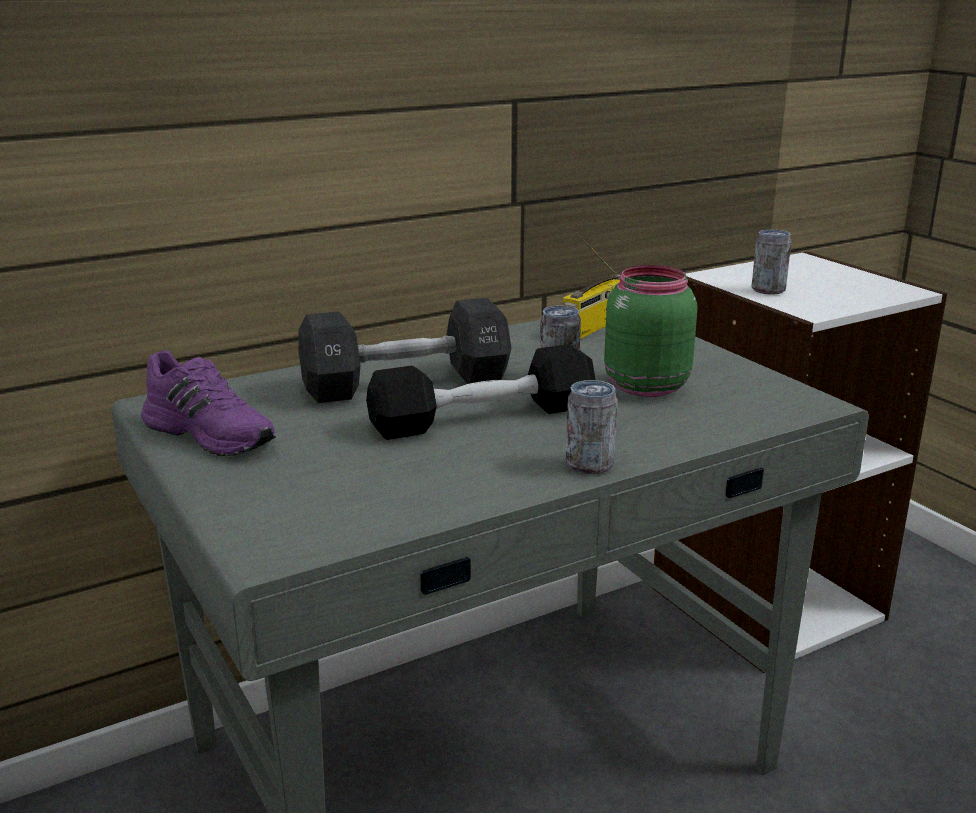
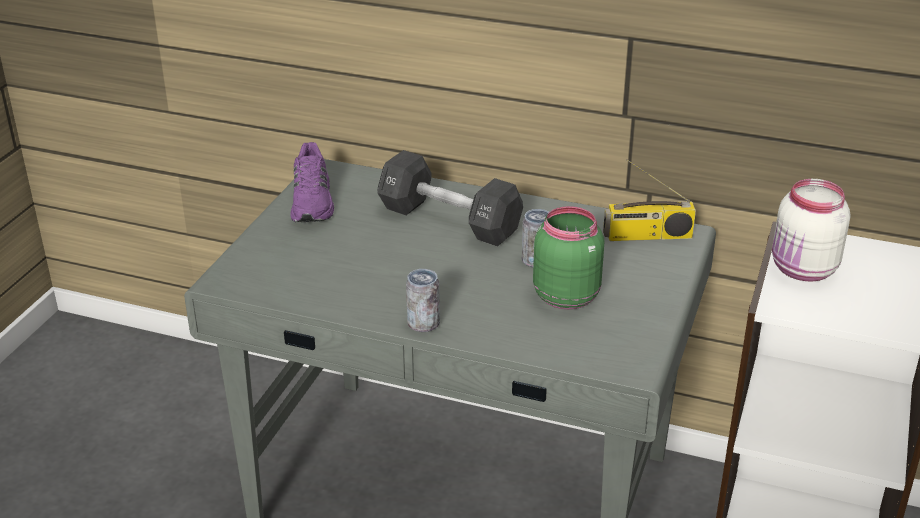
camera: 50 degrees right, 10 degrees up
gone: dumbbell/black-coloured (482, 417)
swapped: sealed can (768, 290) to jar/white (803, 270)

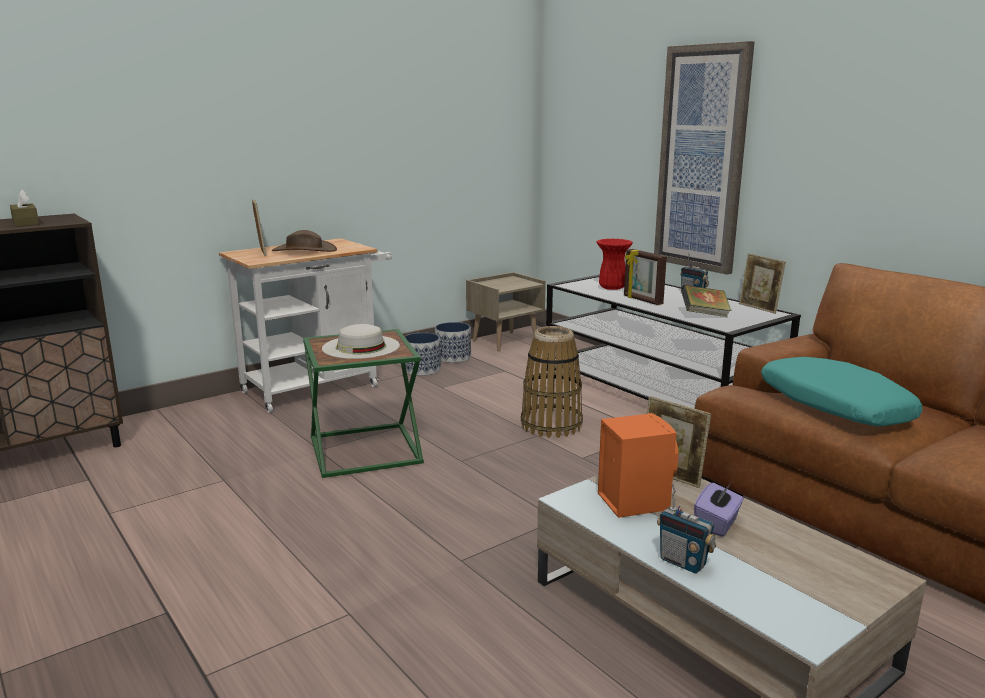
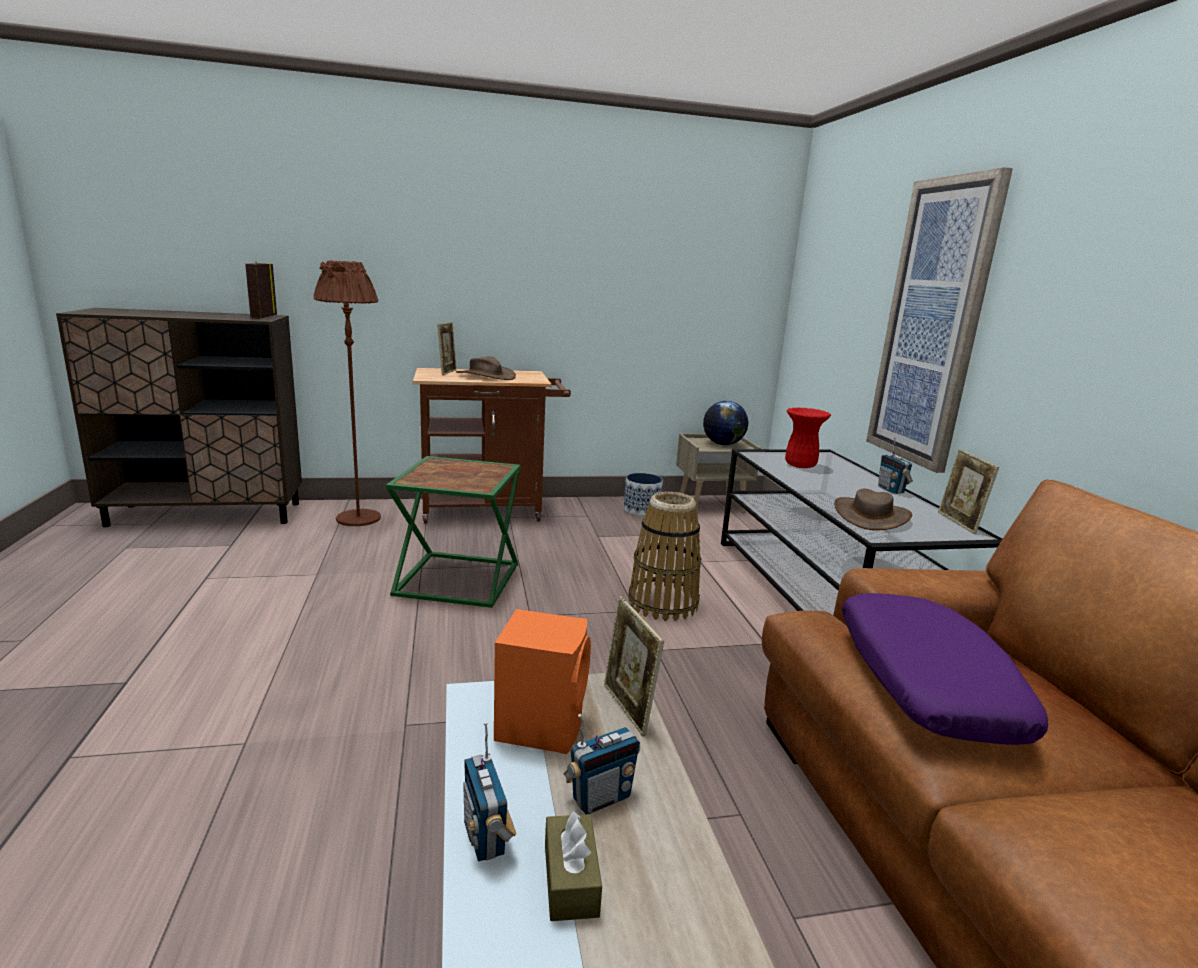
camera: 25 degrees right, 0 degrees up
gone: clothing hat/white (361, 347); plant pot (422, 370)
new: floor lamp/brown-coloured (358, 518); world globe (722, 444)
shifted: tissue box/brown-coloured (25, 223) to (570, 879); picture frame (642, 300) to (263, 317)
swapped: volume (704, 315) to clothing hat/brown-coloured (871, 516); tissue box/purplish (717, 524) to radio receiver (600, 798)
repainted: trolley/white (318, 387) to trolley/brown-coloured (490, 510); cushion/turquoise (833, 406) to cushion/purplish (923, 682)

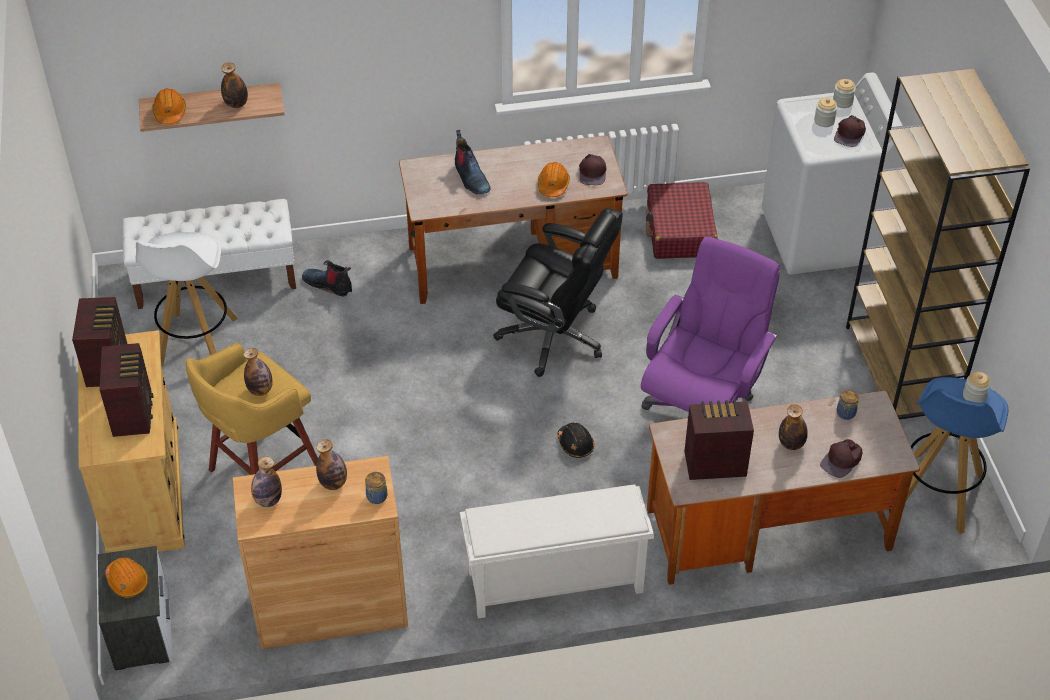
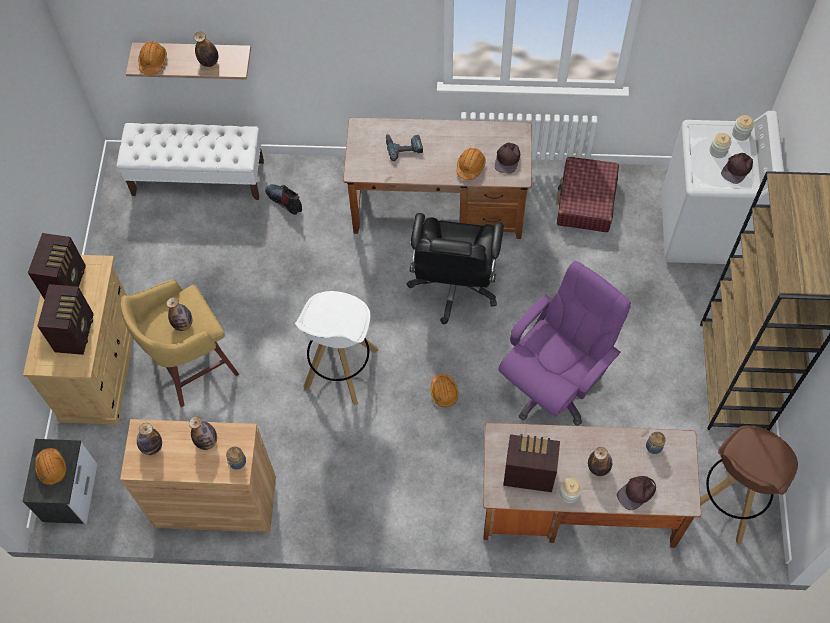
camera: 15 degrees right, 15 degrees up
gone: shoe rack/white (554, 583)
shifted: sitting stool/white (196, 343) to (340, 369); jar (974, 396) to (569, 494)
swapped: high-top boot (470, 178) to power drill (403, 146)
repainted: hard hat/black-coloured (575, 444) to hard hat/orange-coloured (444, 392); sitting stool/blue-coloured (937, 493) to sitting stool/brown-coloured (730, 501)
rotated: office chair/black-coloured (555, 337) = (454, 286) 60 degrees clockwise

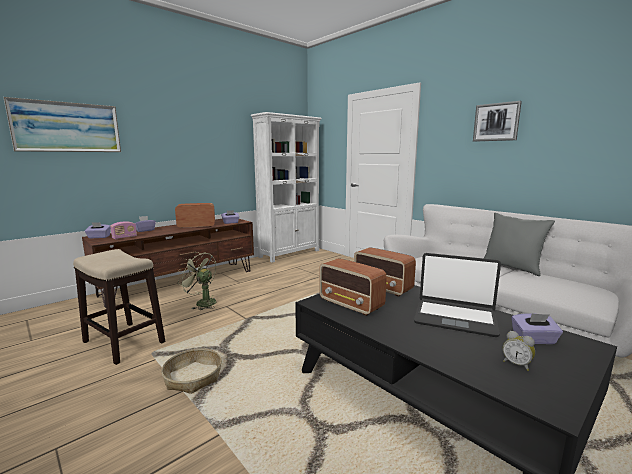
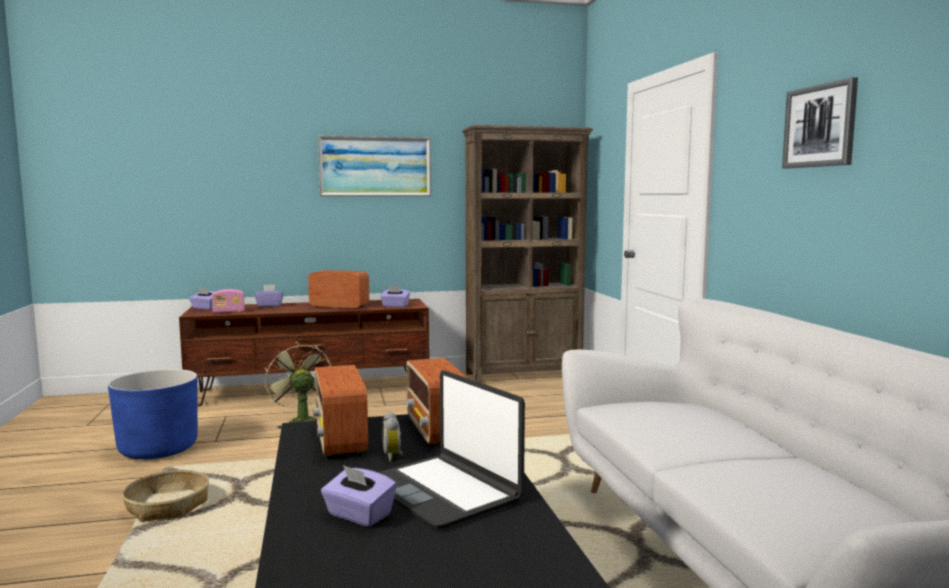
camera: 30 degrees right, 5 degrees down
gone: cushion/greyish (512, 267)
shifted: picture (67, 127) to (375, 166); bedside clock (516, 364) to (393, 456); tissue box/purplish (534, 339) to (359, 515)
swapped: sitting stool (124, 342) to plant pot/blue-coloured (158, 449)
repainted: bookshelf/white (290, 253) to bookshelf/brown-coloured (524, 375)

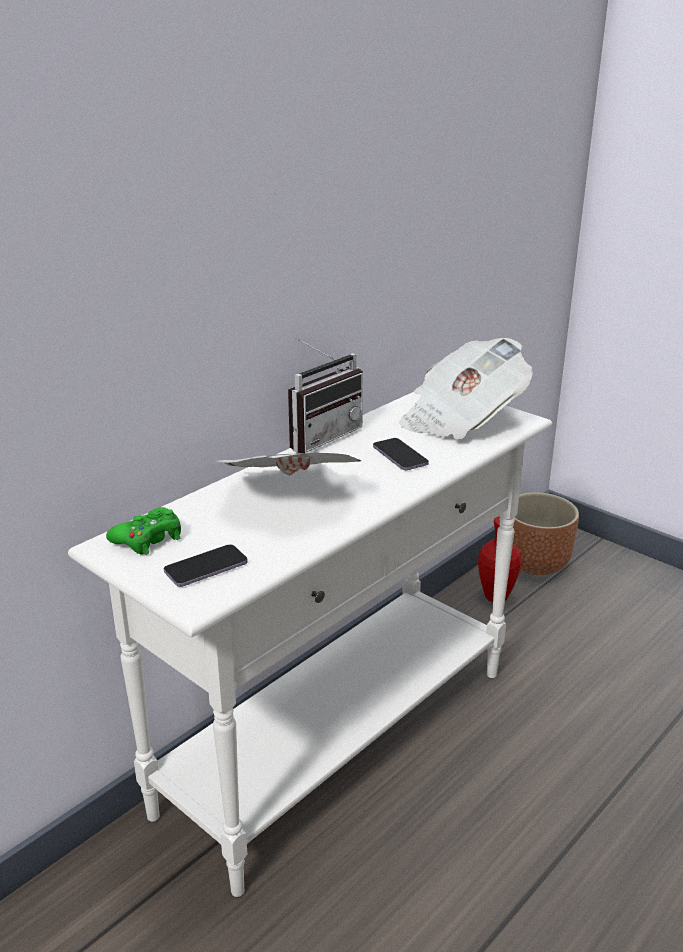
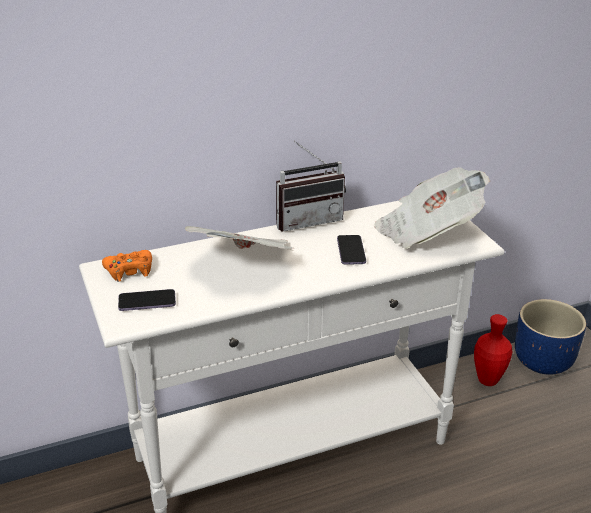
camera: 25 degrees right, 5 degrees up
repainted: joypad/green (148, 539) to joypad/orange-coloured (129, 270); plant pot/brown-coloured (535, 564) to plant pot/blue-coloured (542, 362)

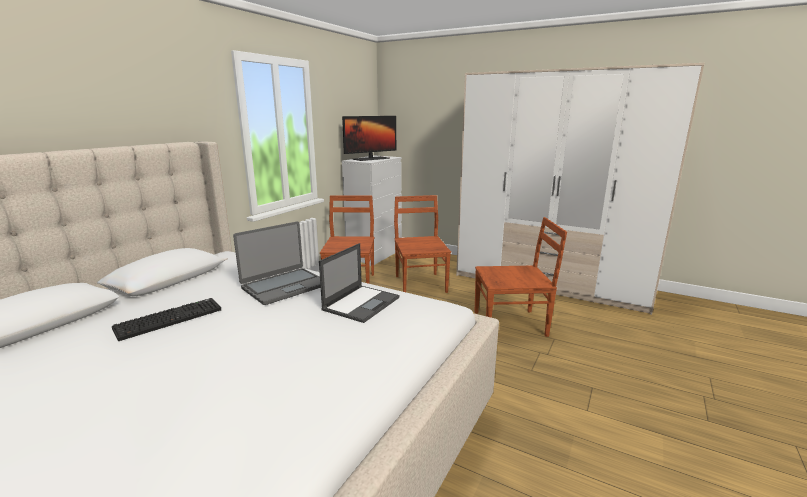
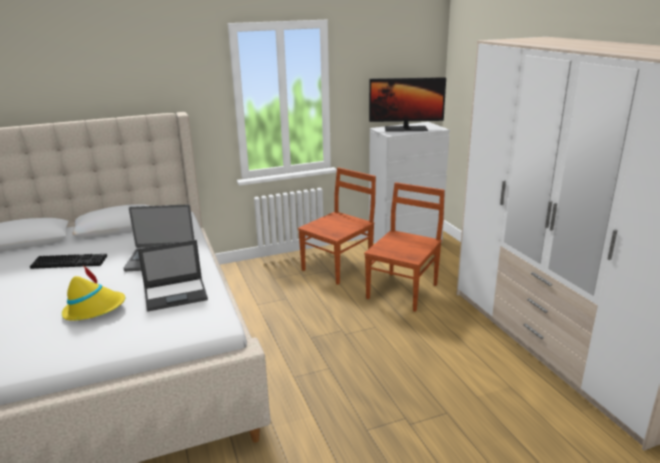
camera: 40 degrees right, 5 degrees up
gone: chair/brown-coloured (511, 323)
new: clothing hat/yellow (95, 309)

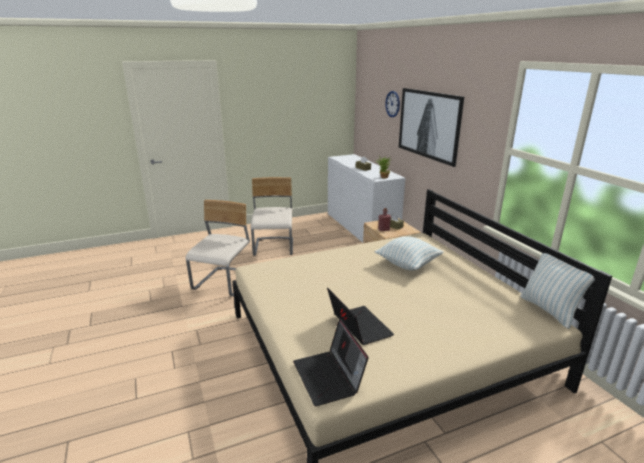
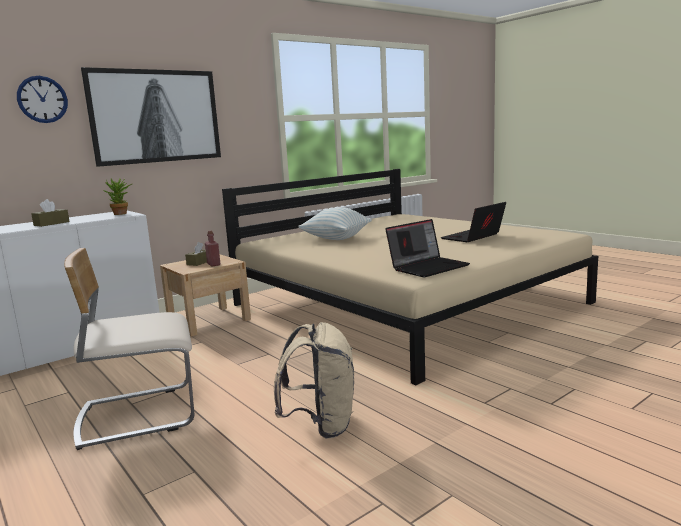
camera: 105 degrees left, 10 degrees down
gone: cushion (549, 310)
shifted: portable computer (329, 377) to (428, 267)
swapped: chair/sand-coloured (224, 283) to backpack/sand-coloured (321, 425)

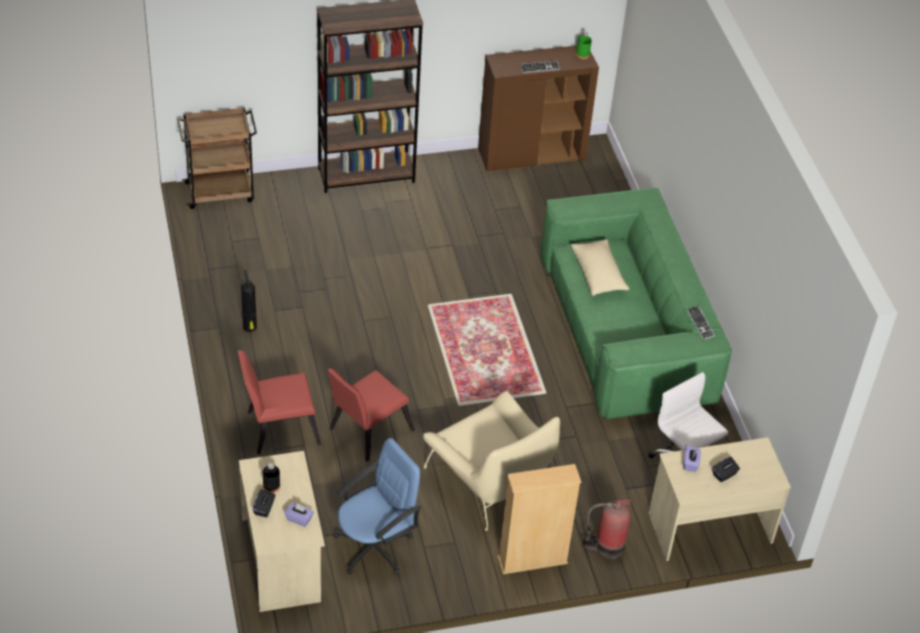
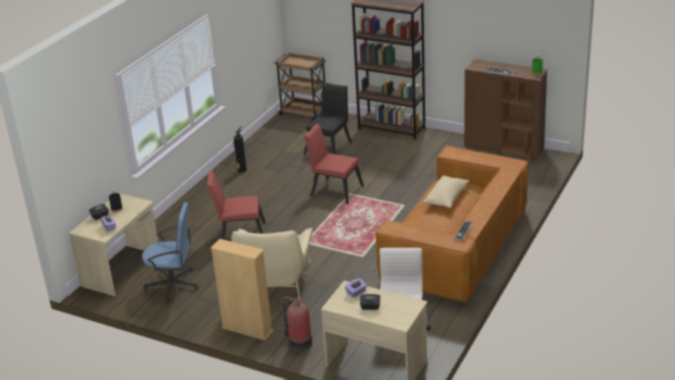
camera: 45 degrees right, 15 degrees down
new: chair/black-coloured (330, 147)
shifted: chair/red-coloured (278, 428) to (334, 190)
repainted: couch/green (626, 329) to couch/brown-coloured (455, 246)

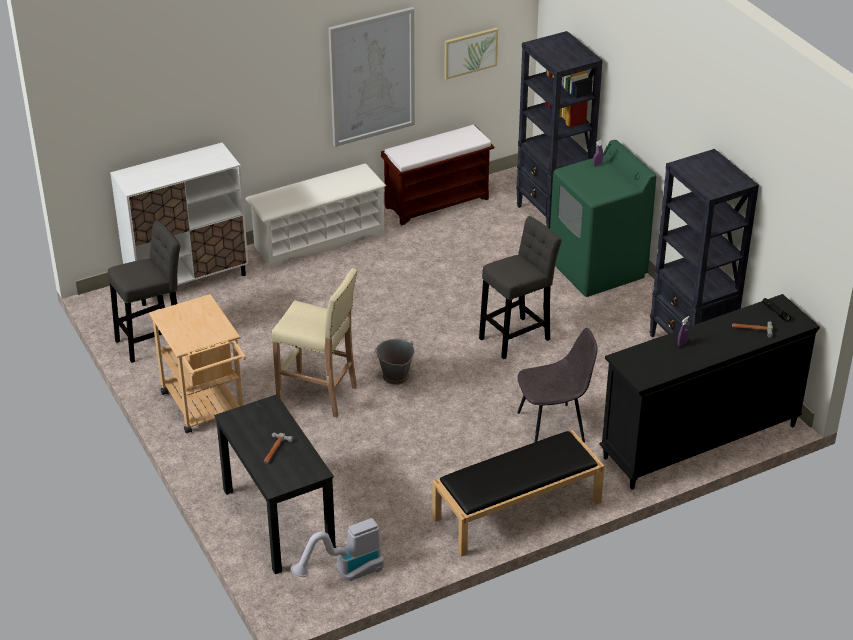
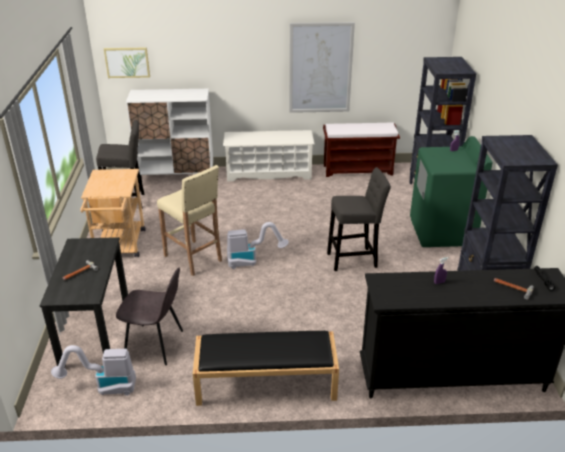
camera: 25 degrees right, 5 degrees down
shifted: picture (470, 52) to (127, 62); chair/greyish (553, 427) to (155, 345)
swapped: pail/greyish (395, 376) to hoover (252, 261)

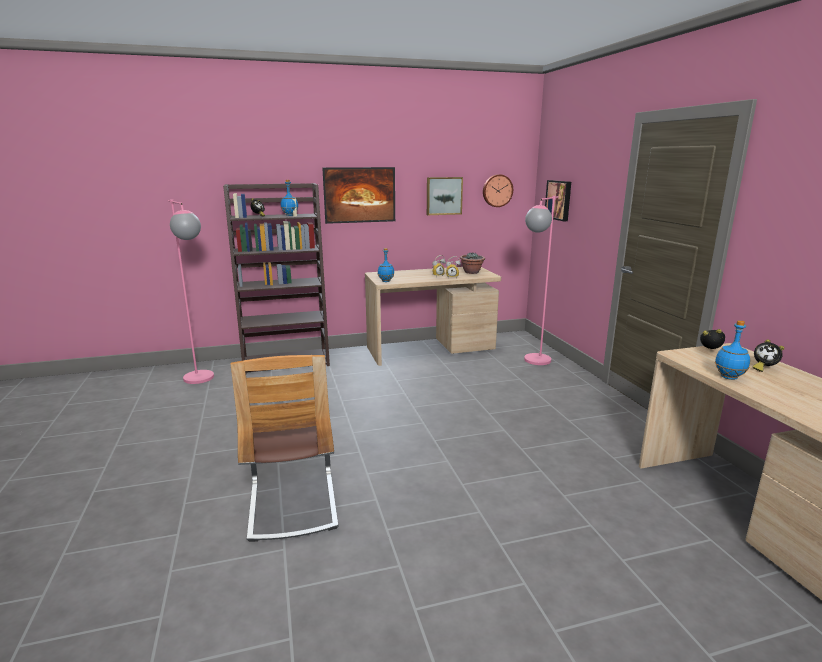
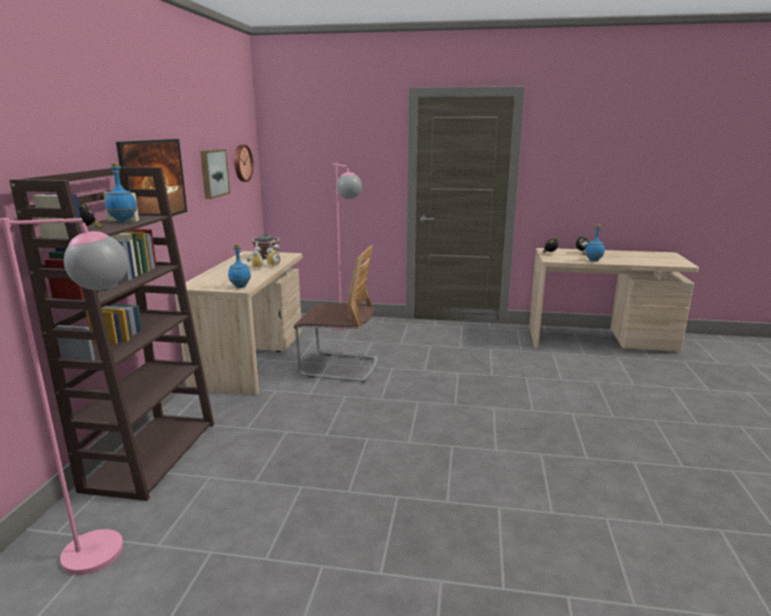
camera: 65 degrees left, 0 degrees up
gone: picture (559, 200)
shifted: chair (292, 504) to (339, 367)

